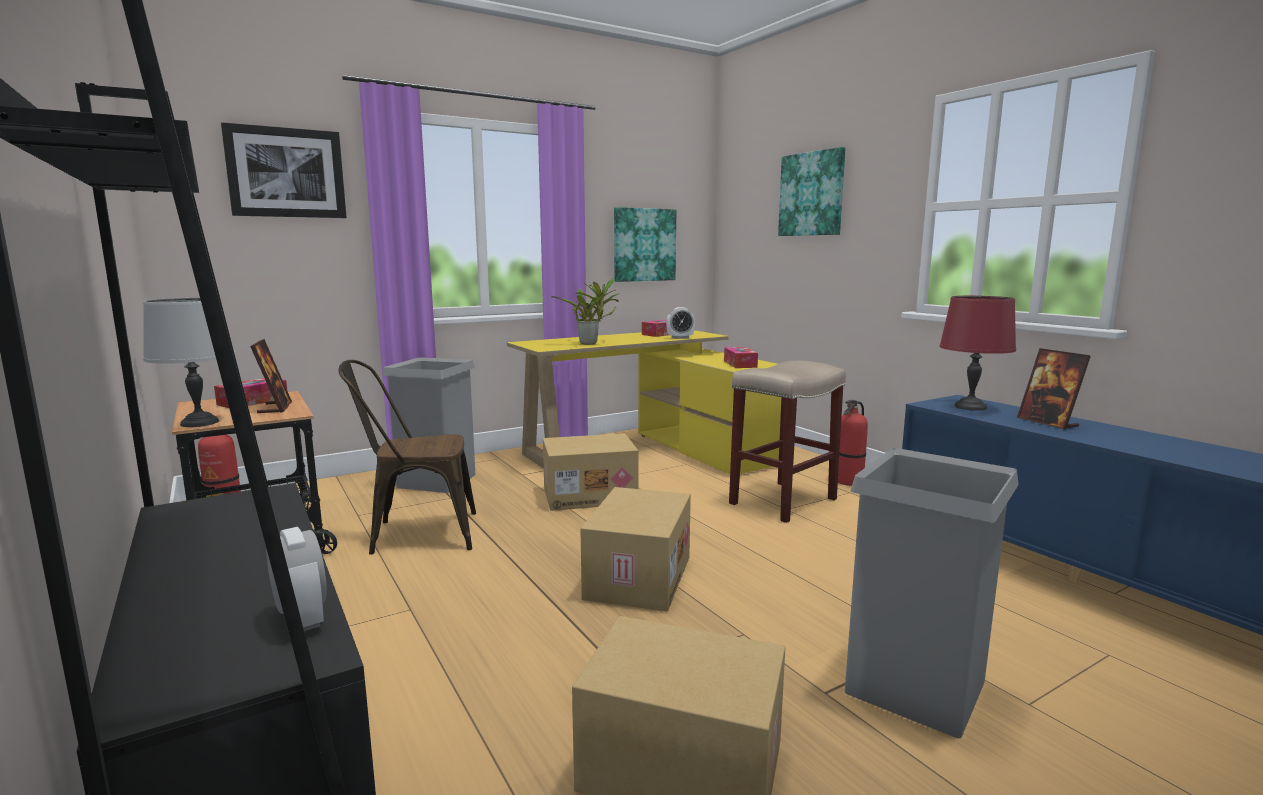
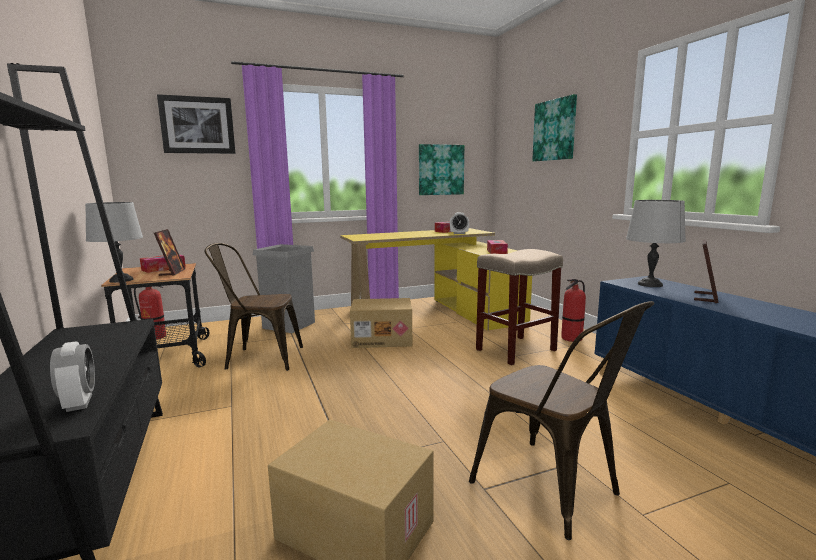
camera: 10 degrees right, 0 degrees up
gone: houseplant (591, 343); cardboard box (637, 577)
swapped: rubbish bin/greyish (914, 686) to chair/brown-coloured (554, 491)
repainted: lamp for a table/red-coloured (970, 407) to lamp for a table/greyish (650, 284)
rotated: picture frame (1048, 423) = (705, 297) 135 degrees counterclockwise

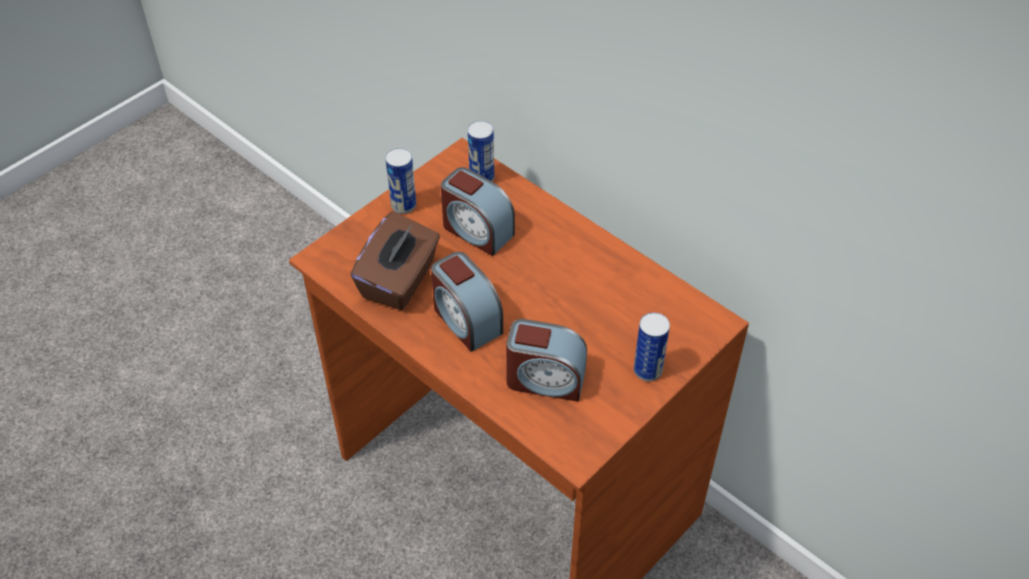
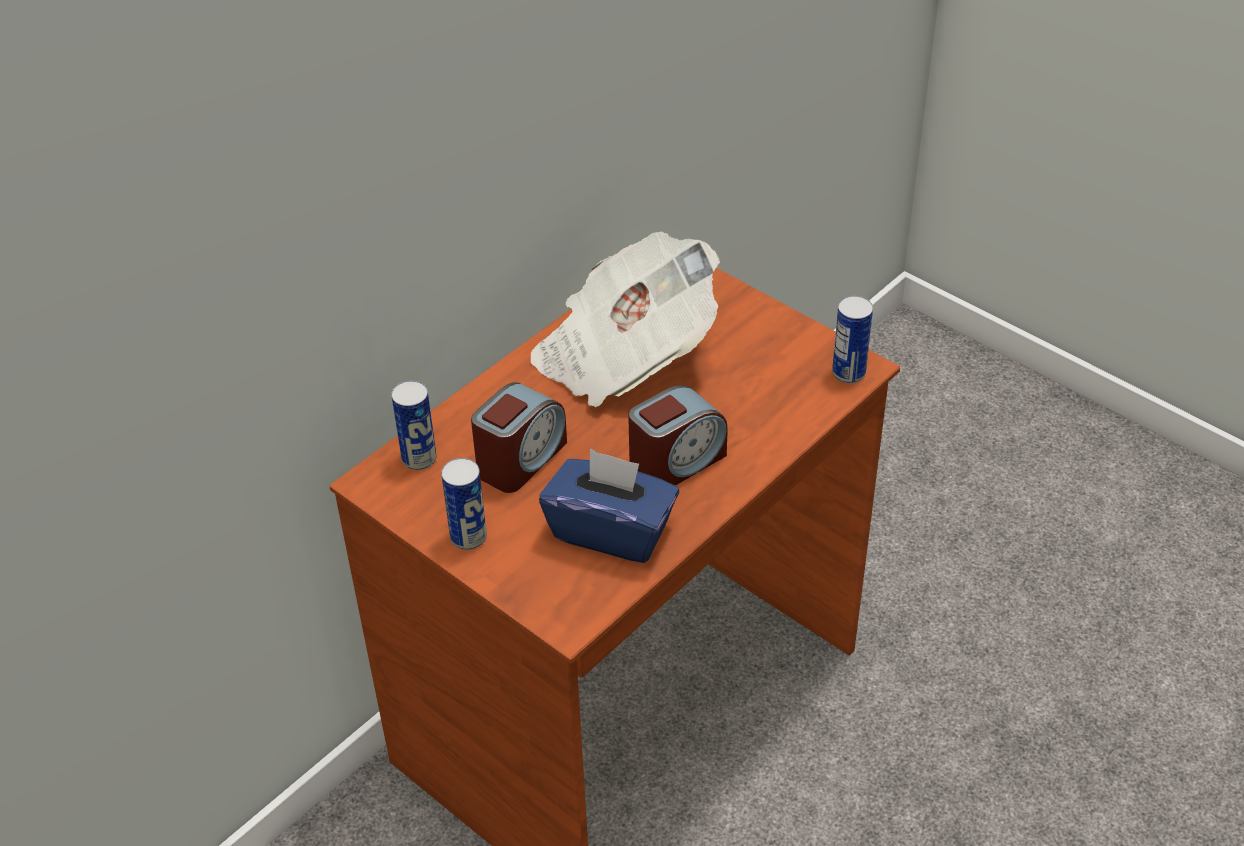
camera: 90 degrees left, 5 degrees down
gone: bedside clock (545, 379)
new: newspaper (625, 355)
shifted: sealed can (647, 370) to (848, 373)
repainted: tissue box/brown-coloured (399, 280) to tissue box/blue-coloured (611, 530)

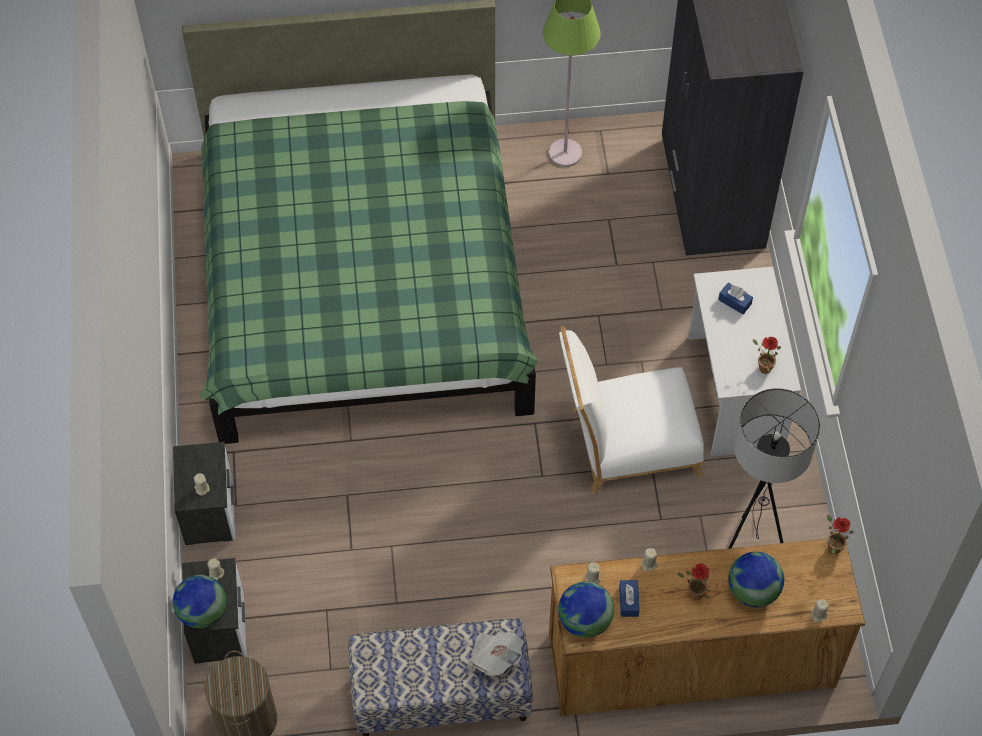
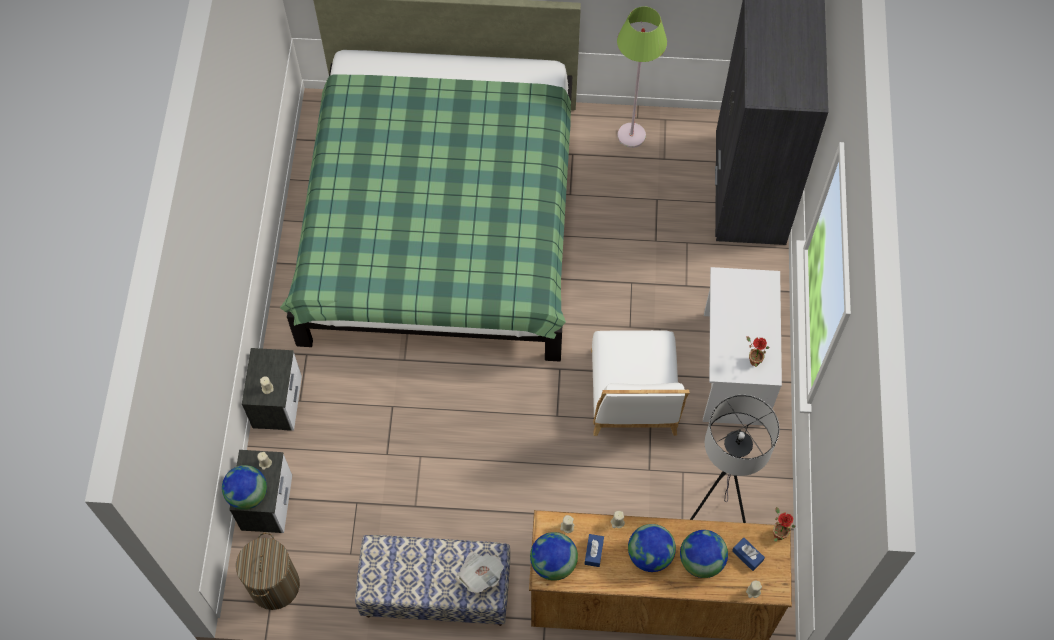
camera: 10 degrees right, 5 degrees up
shifted: tissue box/blue-coloured (734, 302) to (747, 556)
swapped: houseplant (693, 594) to world globe (650, 555)
rotated: chair/white (627, 444) = (633, 399) 90 degrees counterclockwise

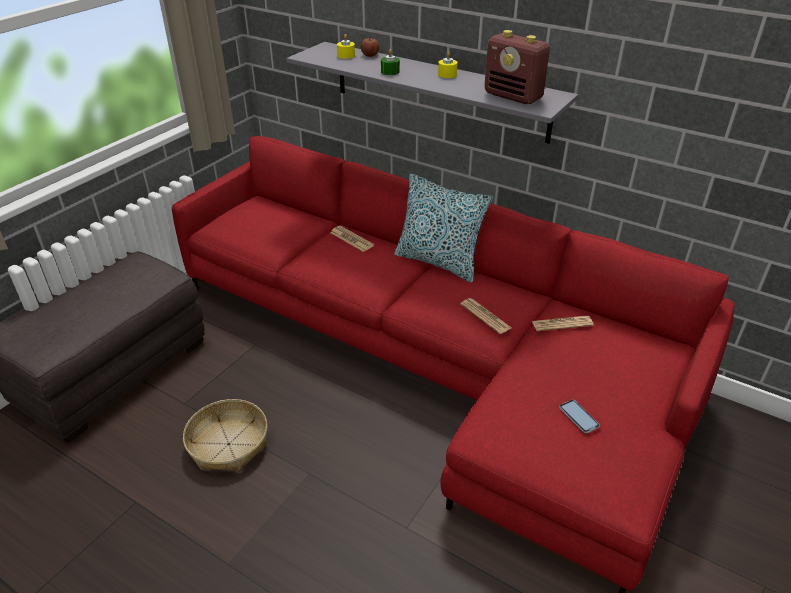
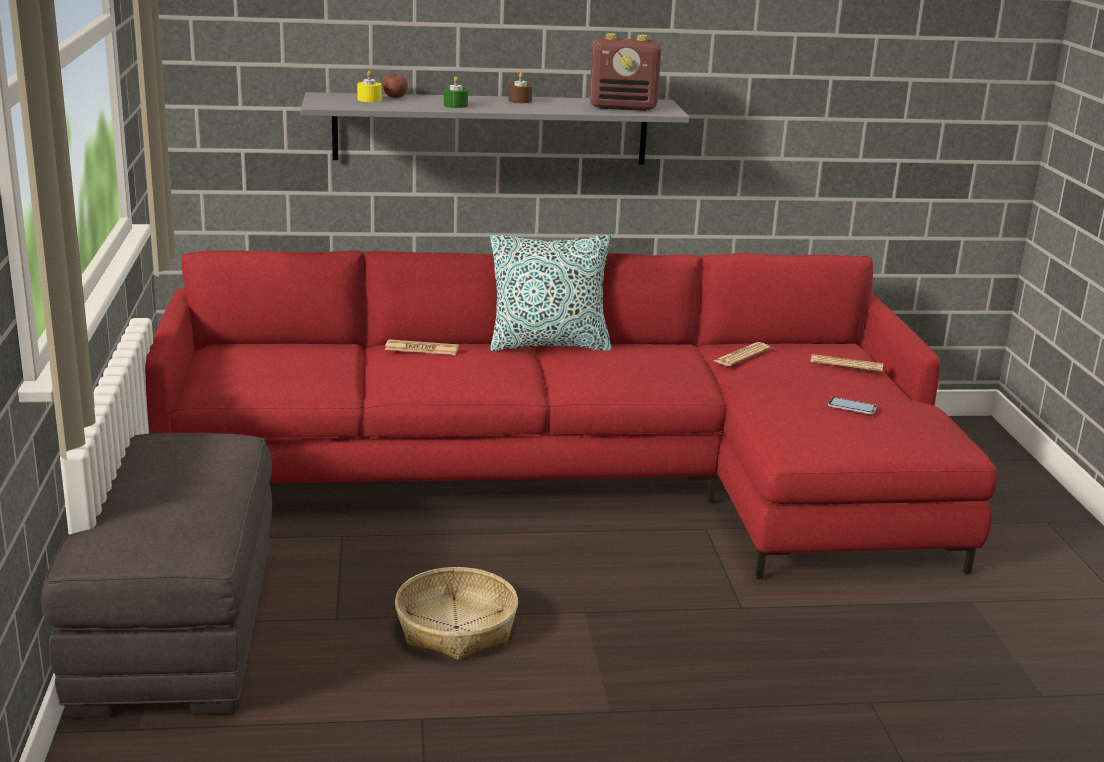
camera: 40 degrees left, 15 degrees down
shifted: newspaper (485, 316) to (846, 364)
repainted: wax light/yellow (447, 74) to wax light/brown-coloured (520, 101)

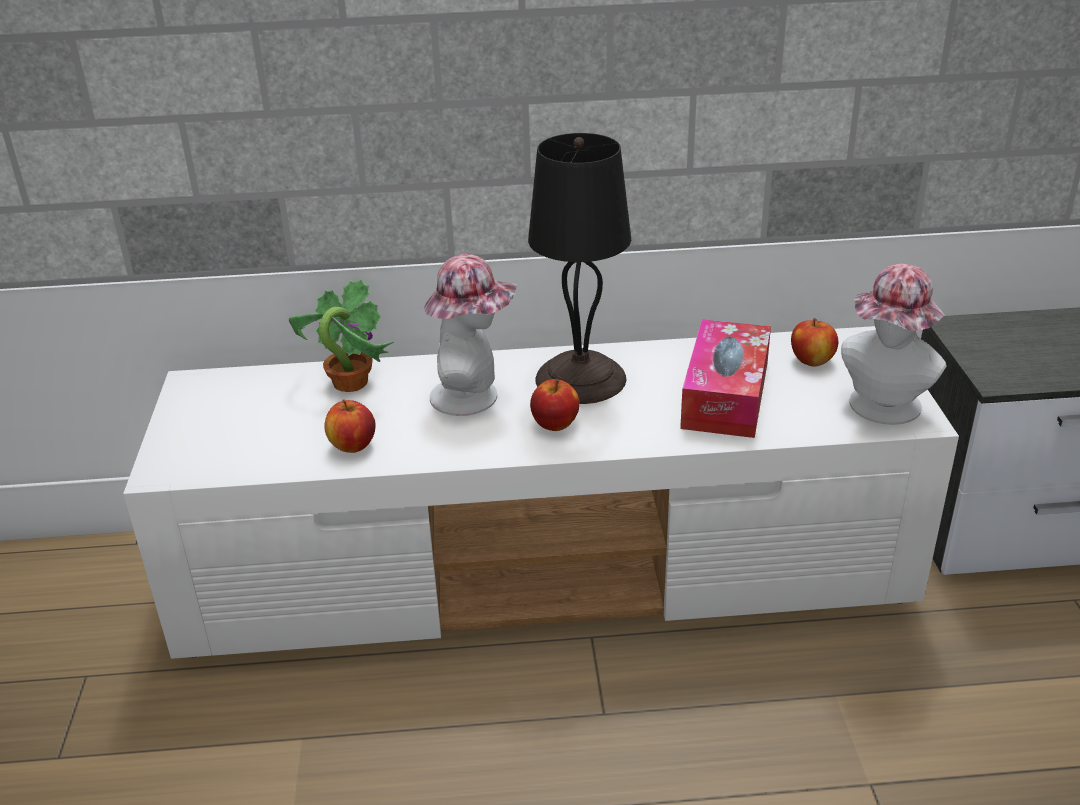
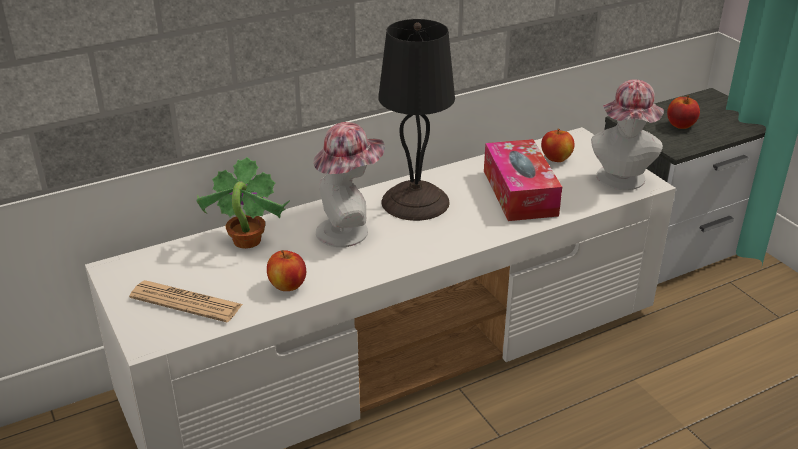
camera: 25 degrees left, 0 degrees up
new: newspaper (186, 302)
shifted: whole apple (555, 424) to (680, 125)

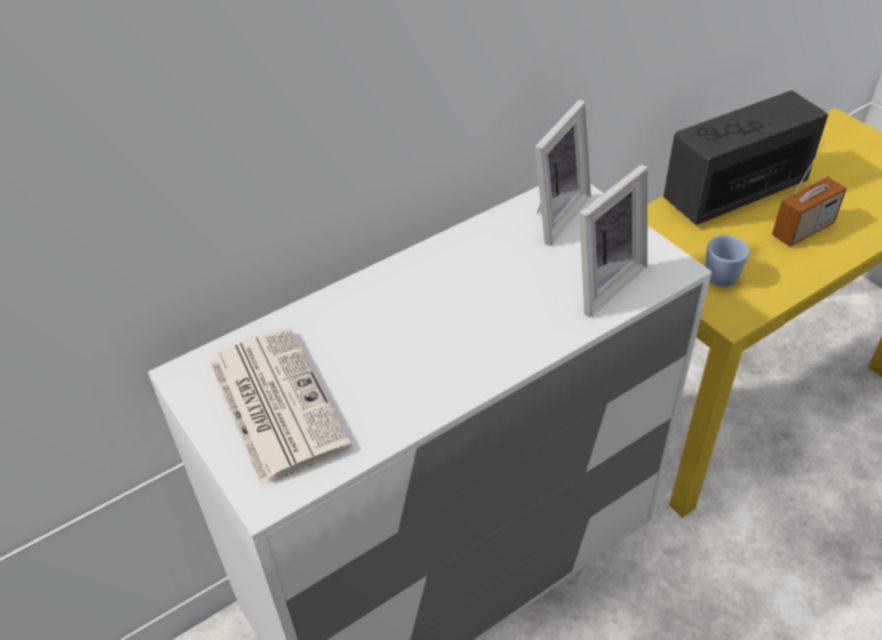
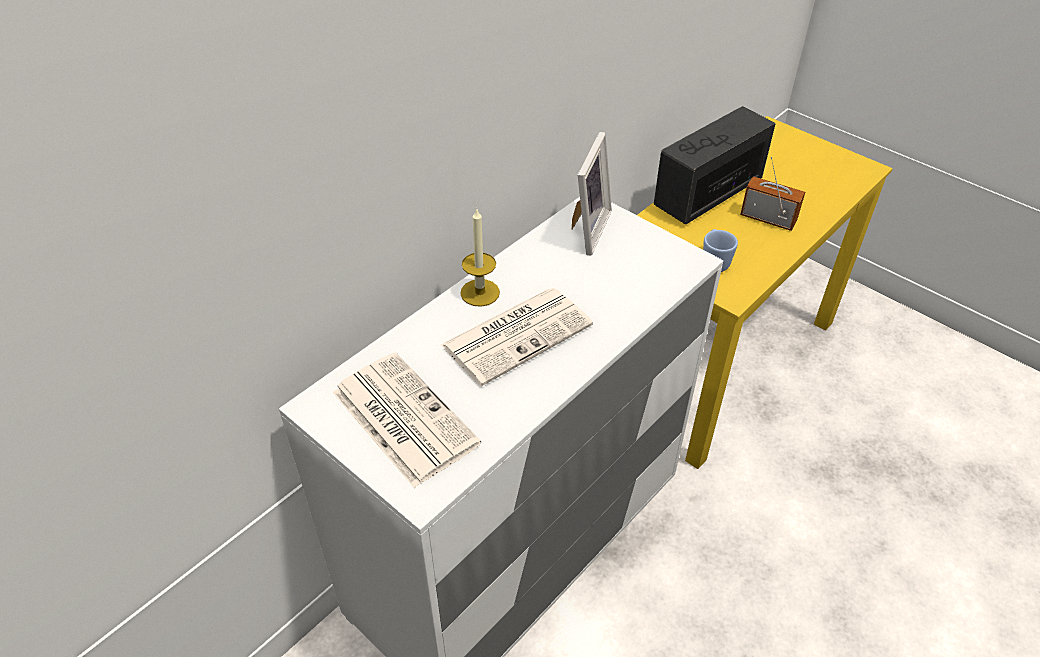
camera: 15 degrees left, 0 degrees up
gone: picture frame (601, 282)
new: newspaper (518, 334); wax light (480, 292)
rotated: radio receiver (802, 230) = (768, 219) 105 degrees counterclockwise

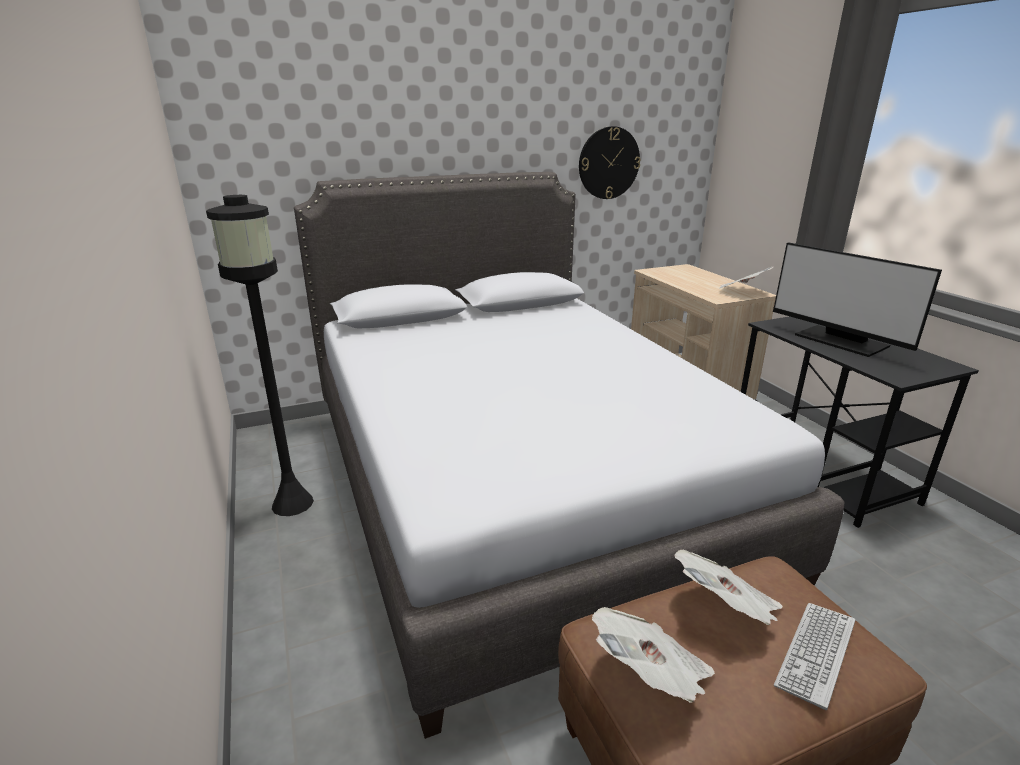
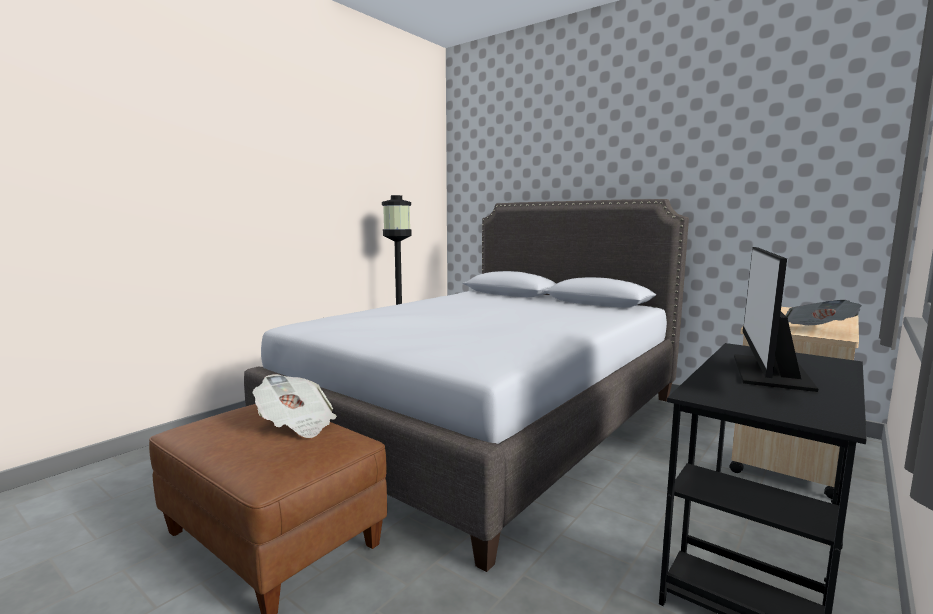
camera: 60 degrees right, 15 degrees down
gone: hanging clock (608, 163); newspaper (651, 675); computer keyboard (815, 653)

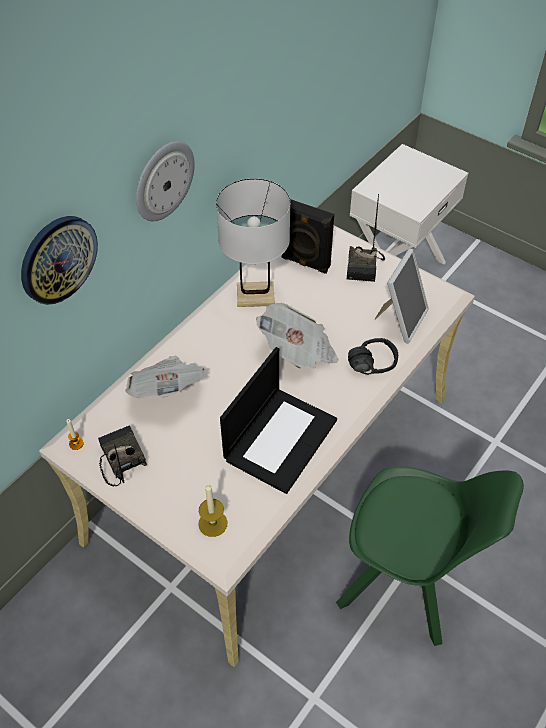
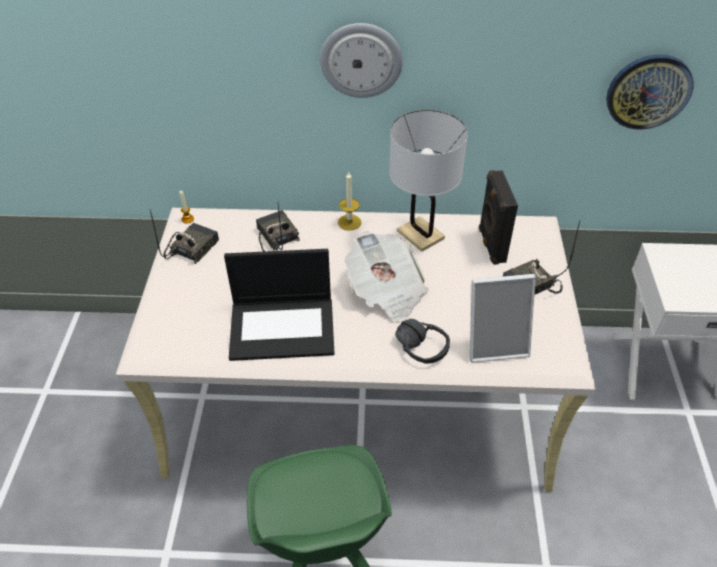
camera: 55 degrees right, 5 degrees down
shifted: hanging clock (58, 259) to (648, 91); wax light (213, 523) to (349, 222)
swapped: newspaper (167, 389) to radio receiver (275, 237)

